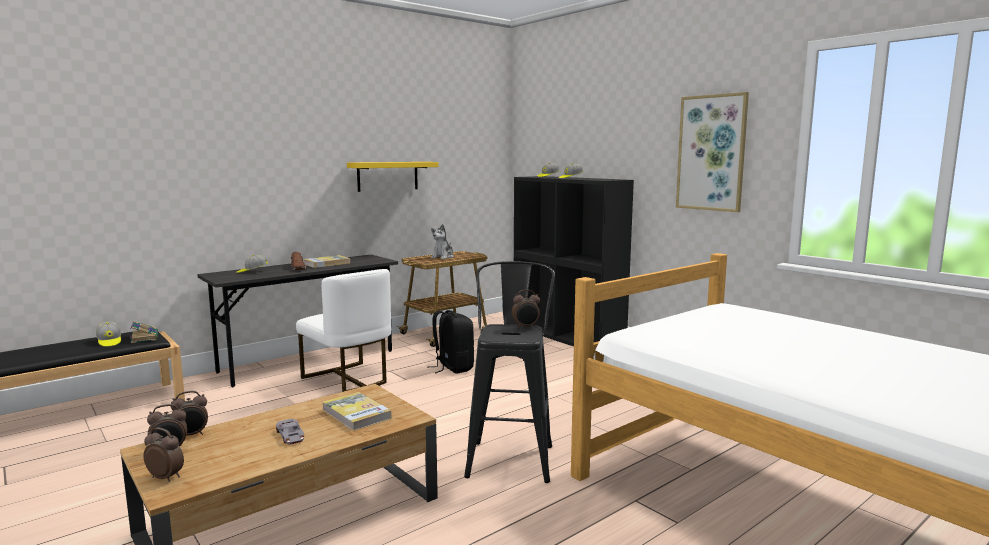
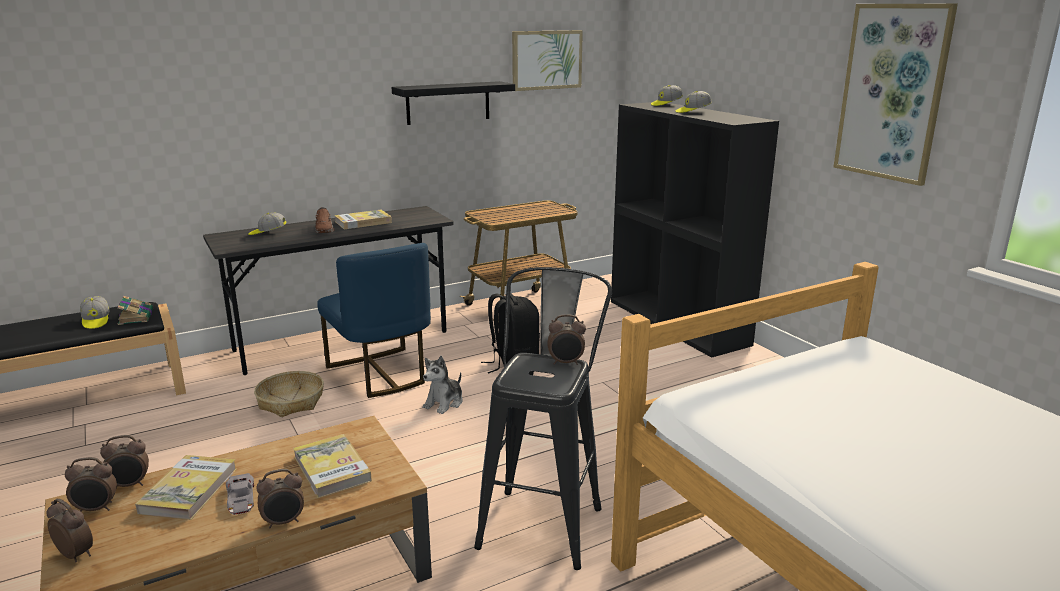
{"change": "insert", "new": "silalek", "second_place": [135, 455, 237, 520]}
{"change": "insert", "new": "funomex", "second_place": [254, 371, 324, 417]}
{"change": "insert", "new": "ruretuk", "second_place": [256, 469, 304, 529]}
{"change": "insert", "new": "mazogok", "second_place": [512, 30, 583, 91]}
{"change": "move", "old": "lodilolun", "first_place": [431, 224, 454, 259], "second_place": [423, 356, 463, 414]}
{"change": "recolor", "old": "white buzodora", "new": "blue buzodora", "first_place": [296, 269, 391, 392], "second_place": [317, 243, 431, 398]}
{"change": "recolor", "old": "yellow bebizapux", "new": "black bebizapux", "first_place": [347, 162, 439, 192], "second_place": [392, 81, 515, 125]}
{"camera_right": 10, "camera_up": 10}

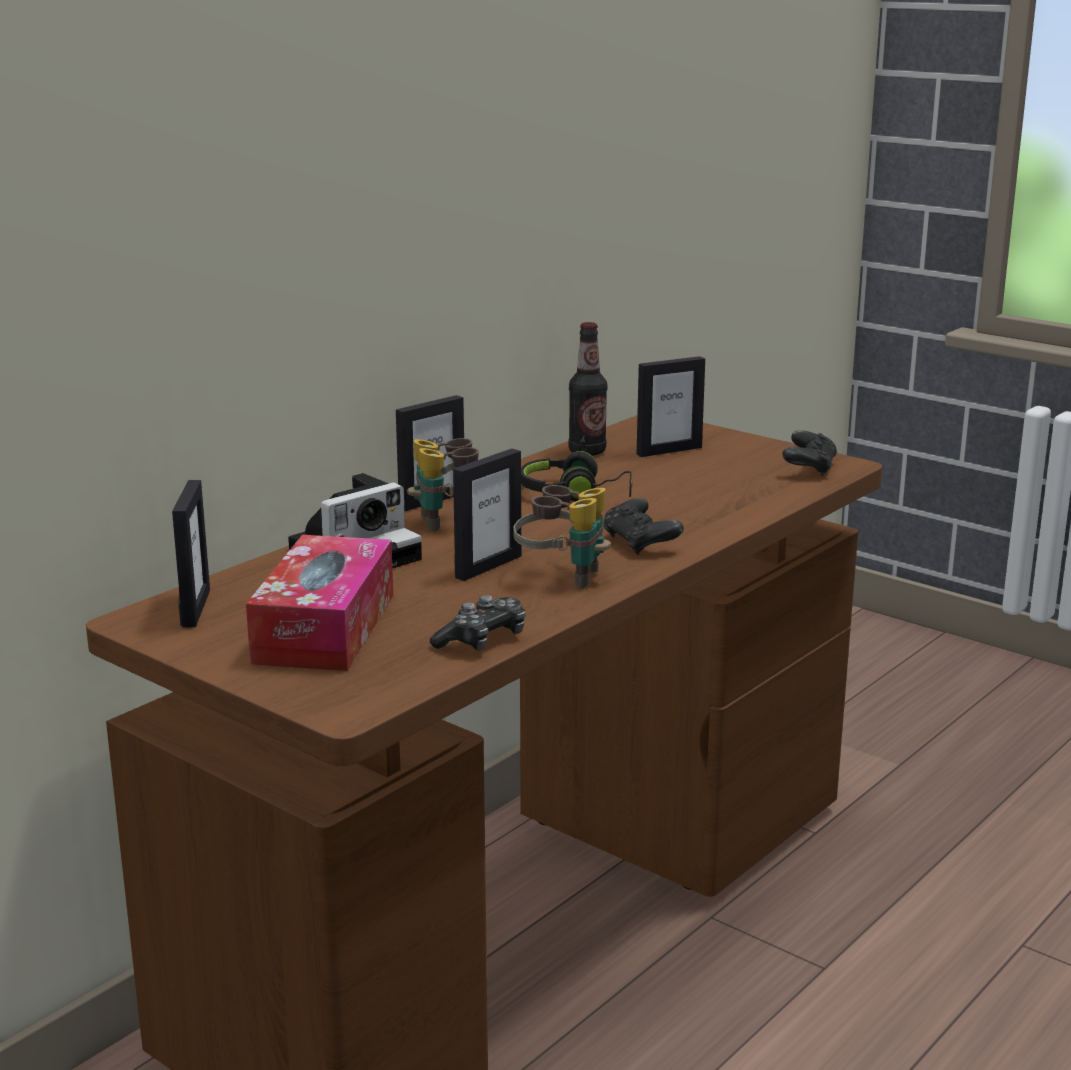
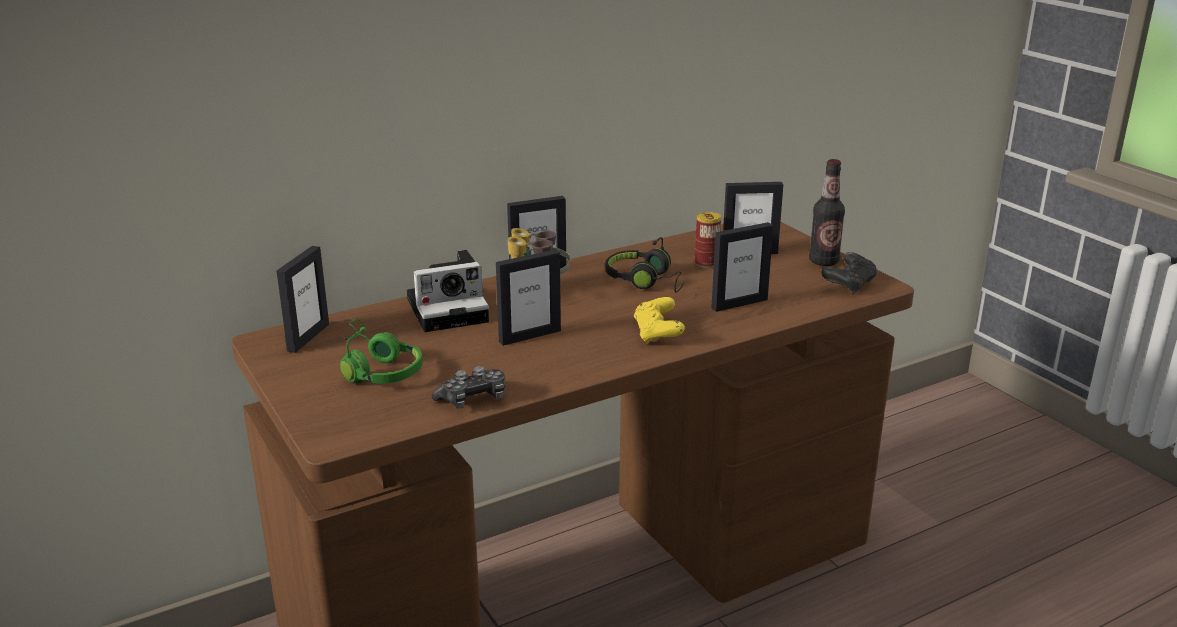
{"change": "delete", "old": "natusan", "first_place": [514, 485, 611, 589]}
{"change": "insert", "new": "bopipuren", "second_place": [695, 212, 721, 268]}
{"change": "insert", "new": "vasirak", "second_place": [711, 222, 773, 312]}
{"change": "move", "old": "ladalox", "first_place": [568, 322, 607, 456], "second_place": [809, 159, 845, 266]}
{"change": "replace", "old": "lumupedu", "new": "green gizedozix", "first_place": [246, 535, 393, 671], "second_place": [340, 319, 423, 384]}
{"change": "recolor", "old": "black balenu", "new": "yellow balenu", "first_place": [603, 498, 684, 555], "second_place": [634, 297, 685, 344]}
{"camera_right": 20, "camera_up": 5}

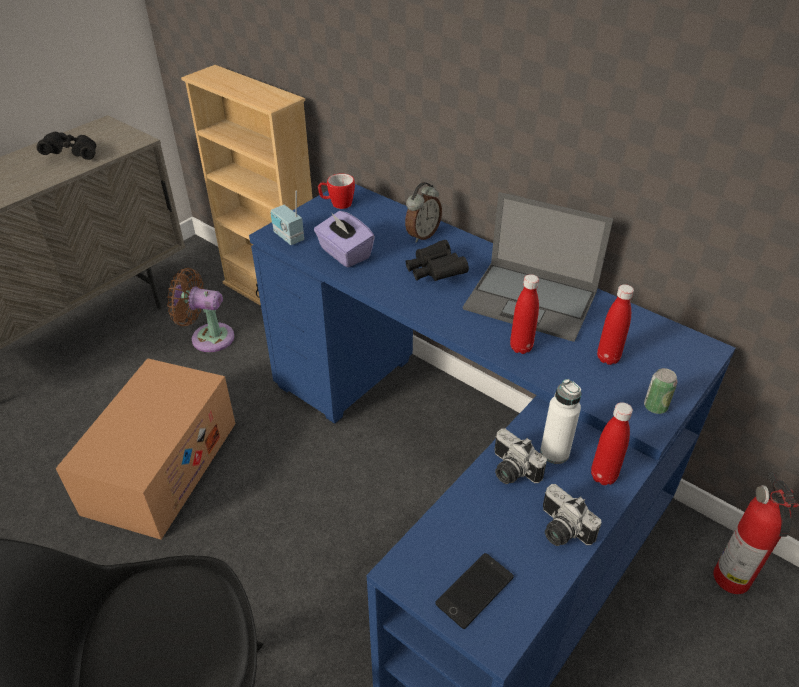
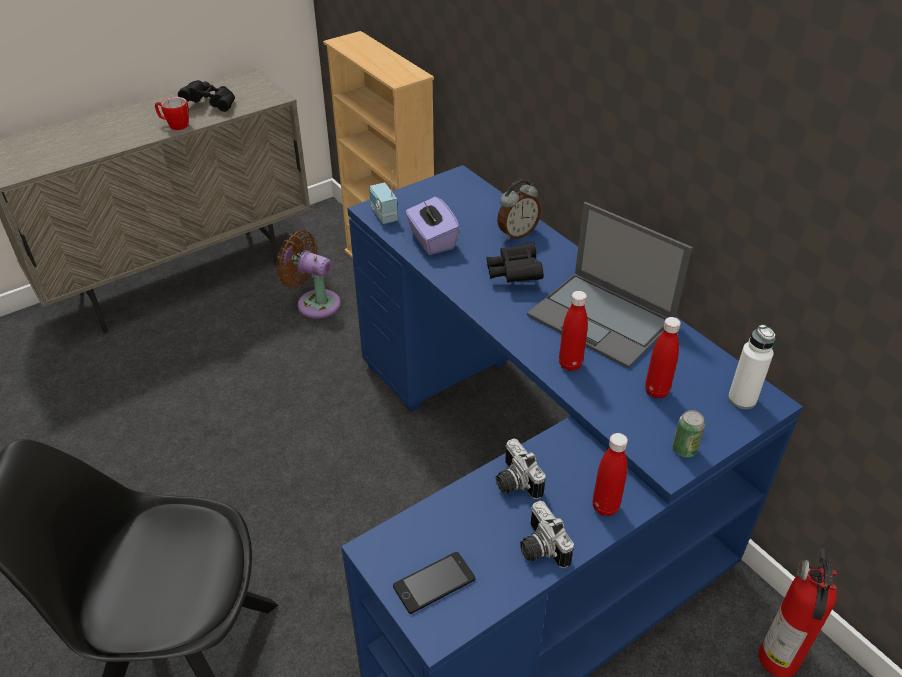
{"change": "delete", "old": "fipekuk", "first_place": [55, 358, 235, 540]}
{"change": "move", "old": "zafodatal", "first_place": [318, 173, 355, 209], "second_place": [155, 97, 189, 130]}
{"change": "move", "old": "white ladalox", "first_place": [540, 379, 581, 464], "second_place": [728, 325, 776, 409]}
{"camera_right": 15, "camera_up": 0}

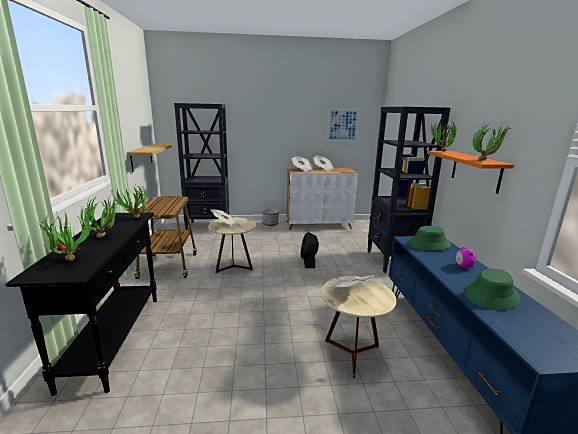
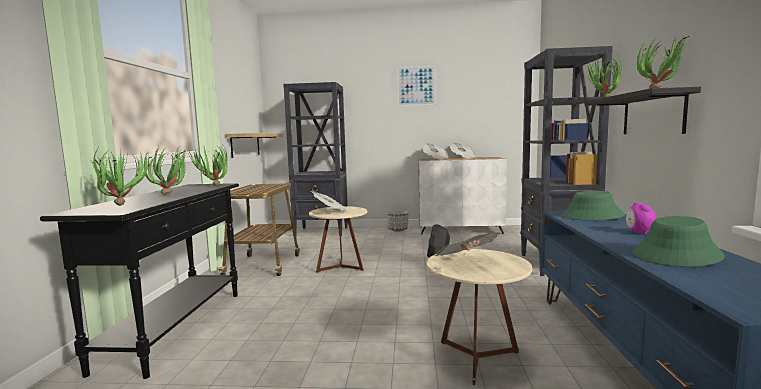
{"change": "move", "old": "mazogok", "first_place": [327, 109, 360, 141], "second_place": [397, 65, 436, 106]}
{"change": "recolor", "old": "orange bebizapux", "new": "black bebizapux", "first_place": [427, 151, 514, 194], "second_place": [584, 87, 701, 134]}
{"camera_right": 10, "camera_up": -10}

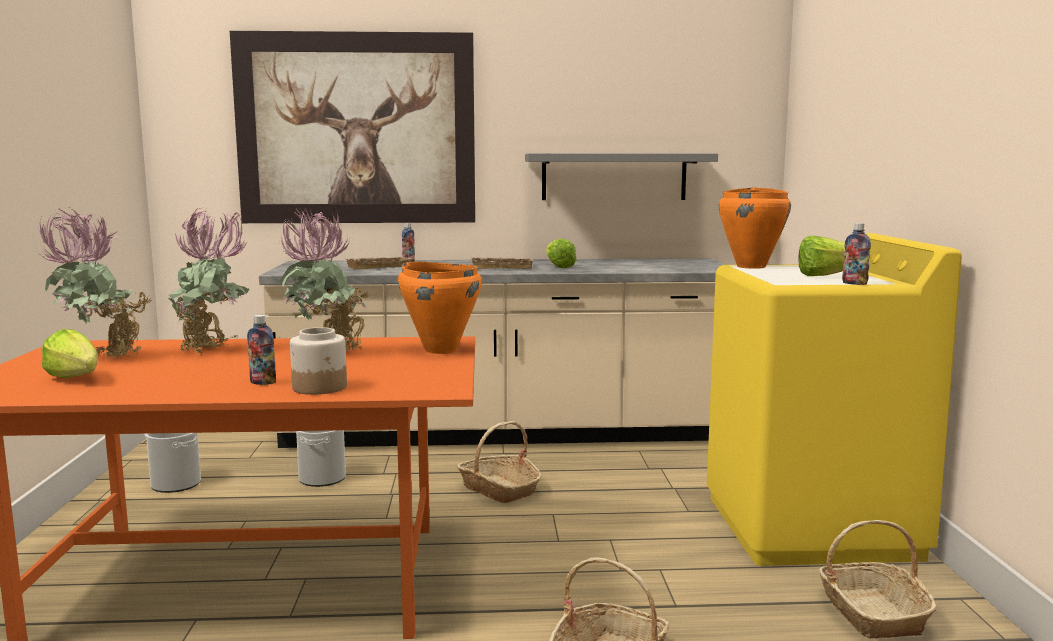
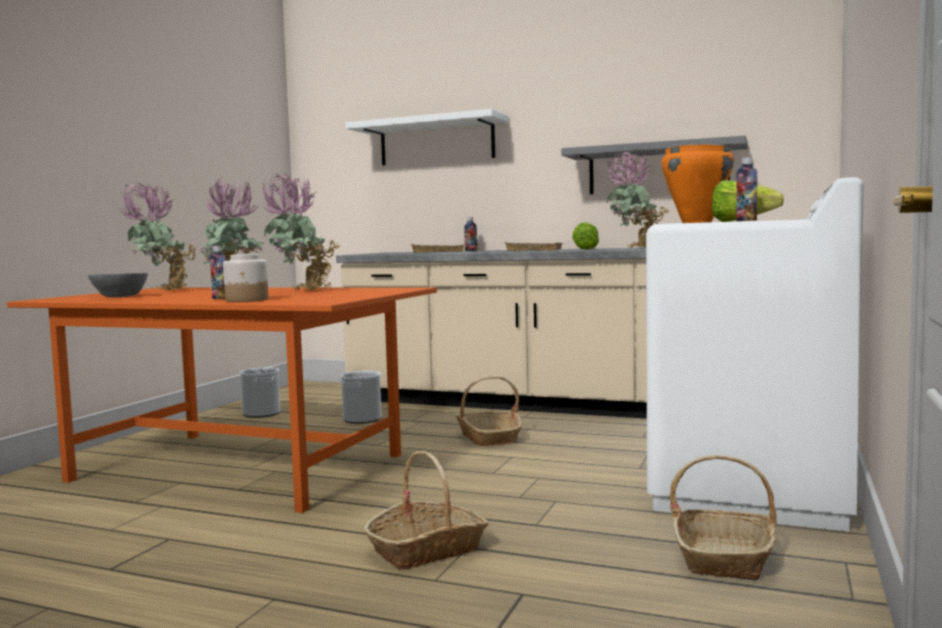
{"change": "delete", "old": "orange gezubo", "first_place": [398, 262, 482, 354]}
{"change": "insert", "new": "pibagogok", "second_place": [606, 151, 669, 248]}
{"change": "replace", "old": "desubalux", "new": "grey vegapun", "first_place": [42, 329, 98, 378], "second_place": [88, 273, 148, 297]}
{"change": "replace", "old": "mazogok", "new": "white bebizapux", "first_place": [230, 31, 475, 223], "second_place": [345, 109, 509, 165]}
{"change": "recolor", "old": "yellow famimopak", "new": "white famimopak", "first_place": [707, 233, 962, 566], "second_place": [646, 177, 864, 531]}
{"camera_right": 25, "camera_up": -5}

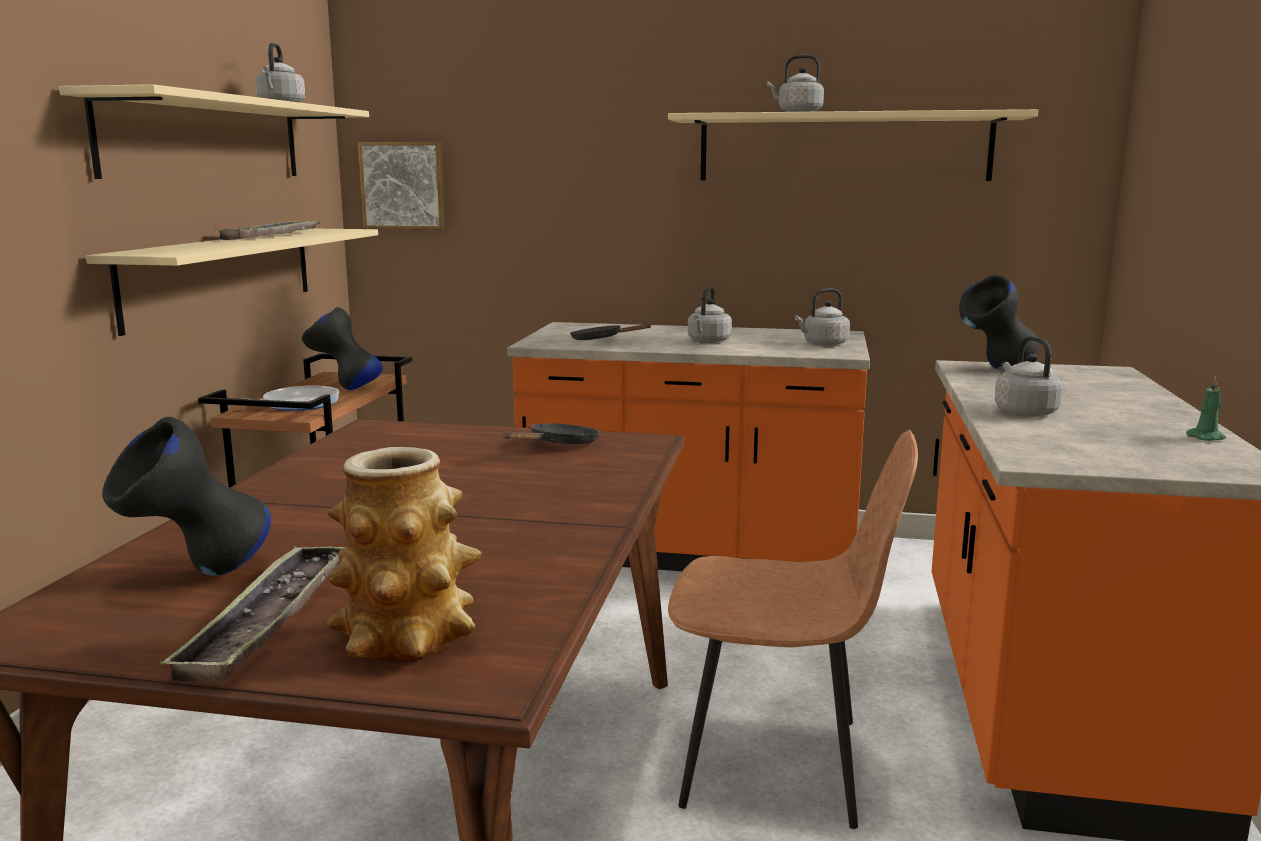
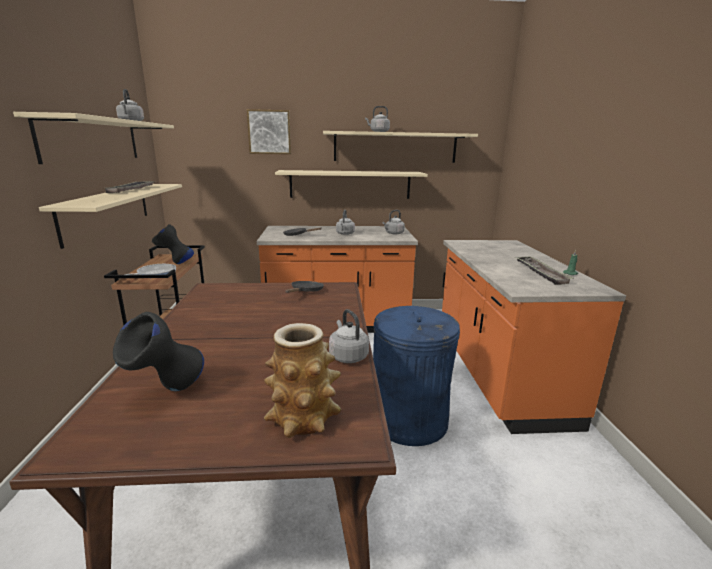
{"change": "delete", "old": "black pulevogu", "first_place": [959, 275, 1039, 370]}
{"change": "insert", "new": "beige bebizapux", "second_place": [275, 170, 428, 199]}
{"change": "move", "old": "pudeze", "first_place": [160, 546, 344, 682], "second_place": [516, 256, 574, 285]}
{"change": "move", "old": "mazogok", "first_place": [358, 142, 446, 230], "second_place": [247, 109, 291, 154]}
{"change": "move", "old": "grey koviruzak", "first_place": [995, 336, 1063, 417], "second_place": [329, 309, 369, 363]}
{"change": "replace", "old": "brown buzodora", "new": "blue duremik", "first_place": [668, 430, 918, 829], "second_place": [373, 306, 460, 446]}
{"camera_right": -15, "camera_up": 5}

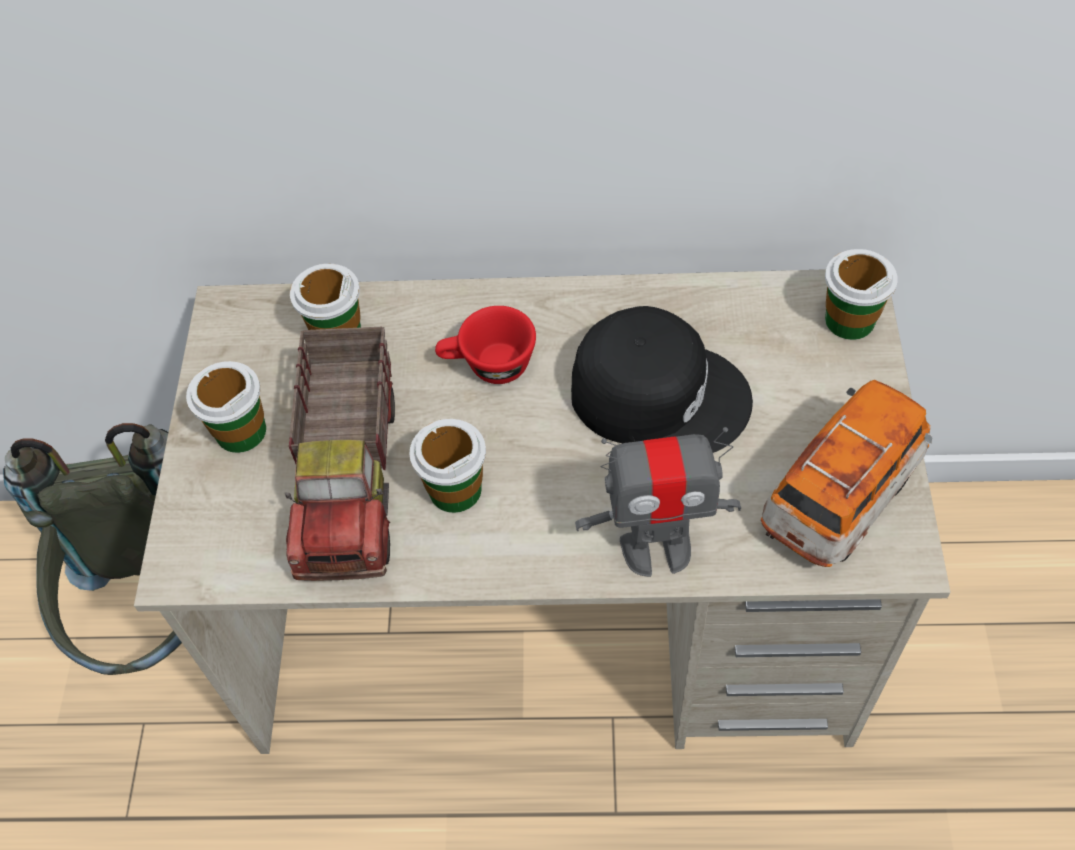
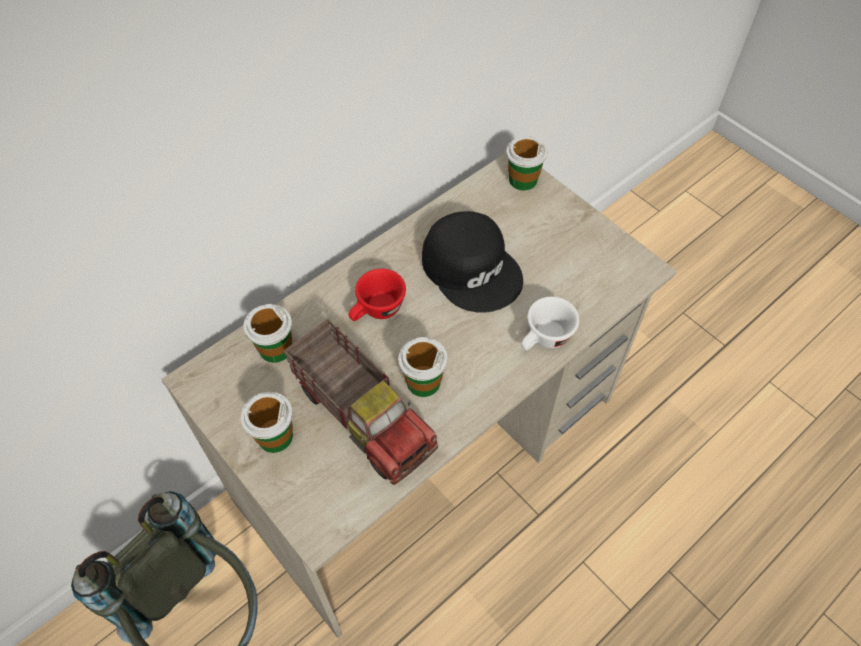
{"change": "delete", "old": "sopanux", "first_place": [761, 380, 932, 567]}
{"change": "replace", "old": "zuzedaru", "new": "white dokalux", "first_place": [575, 427, 741, 577], "second_place": [521, 297, 579, 350]}
{"change": "rotate", "old": "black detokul", "first_place": [571, 306, 753, 453], "second_place": [422, 211, 523, 313], "degrees": 75}
{"camera_right": -45, "camera_up": 0}

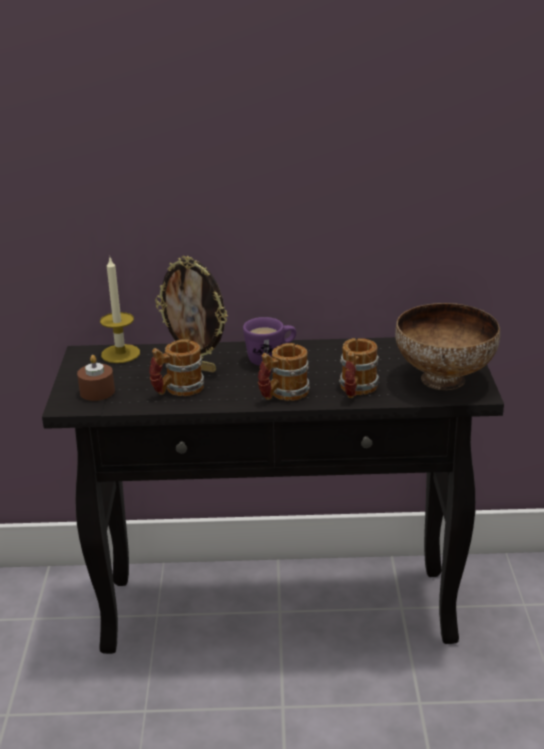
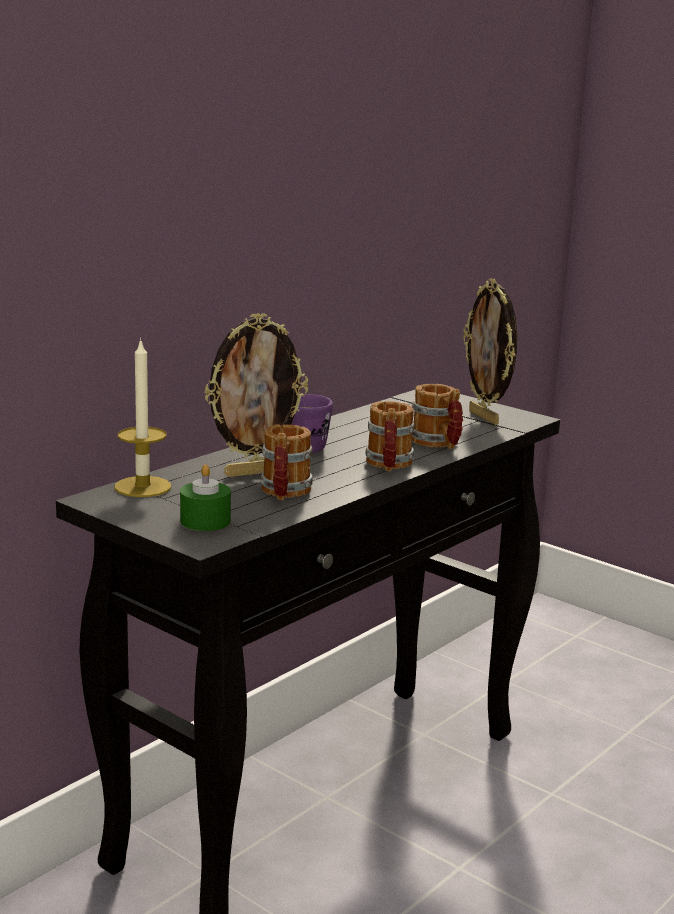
{"change": "replace", "old": "vegapun", "new": "vasirak", "first_place": [395, 303, 500, 390], "second_place": [463, 278, 517, 425]}
{"change": "recolor", "old": "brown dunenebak", "new": "green dunenebak", "first_place": [77, 355, 115, 401], "second_place": [180, 464, 231, 531]}
{"camera_right": -50, "camera_up": -10}

